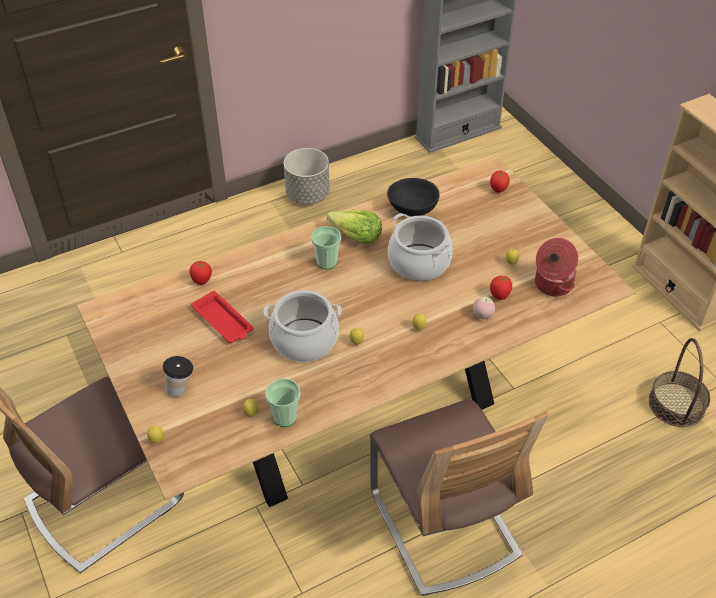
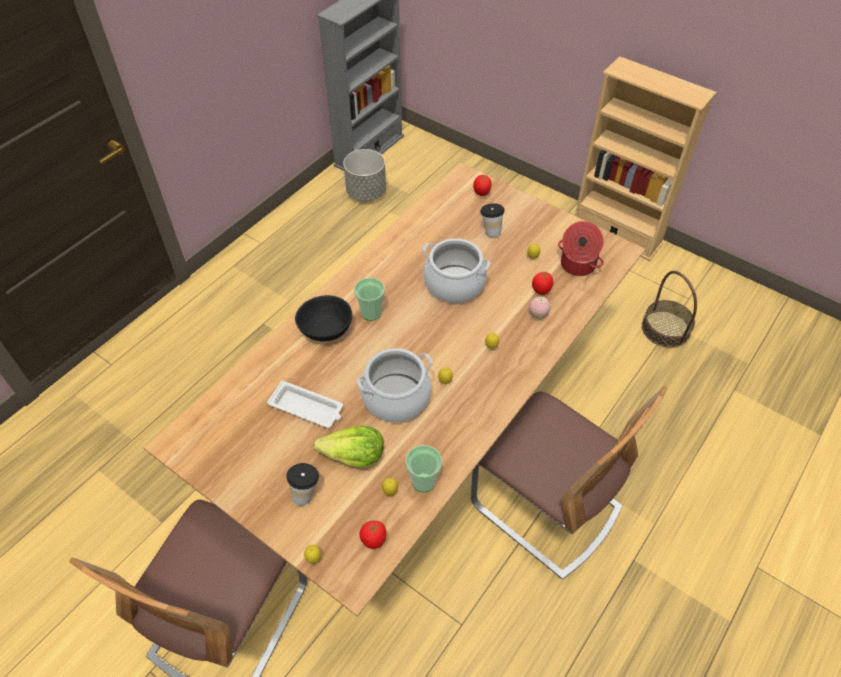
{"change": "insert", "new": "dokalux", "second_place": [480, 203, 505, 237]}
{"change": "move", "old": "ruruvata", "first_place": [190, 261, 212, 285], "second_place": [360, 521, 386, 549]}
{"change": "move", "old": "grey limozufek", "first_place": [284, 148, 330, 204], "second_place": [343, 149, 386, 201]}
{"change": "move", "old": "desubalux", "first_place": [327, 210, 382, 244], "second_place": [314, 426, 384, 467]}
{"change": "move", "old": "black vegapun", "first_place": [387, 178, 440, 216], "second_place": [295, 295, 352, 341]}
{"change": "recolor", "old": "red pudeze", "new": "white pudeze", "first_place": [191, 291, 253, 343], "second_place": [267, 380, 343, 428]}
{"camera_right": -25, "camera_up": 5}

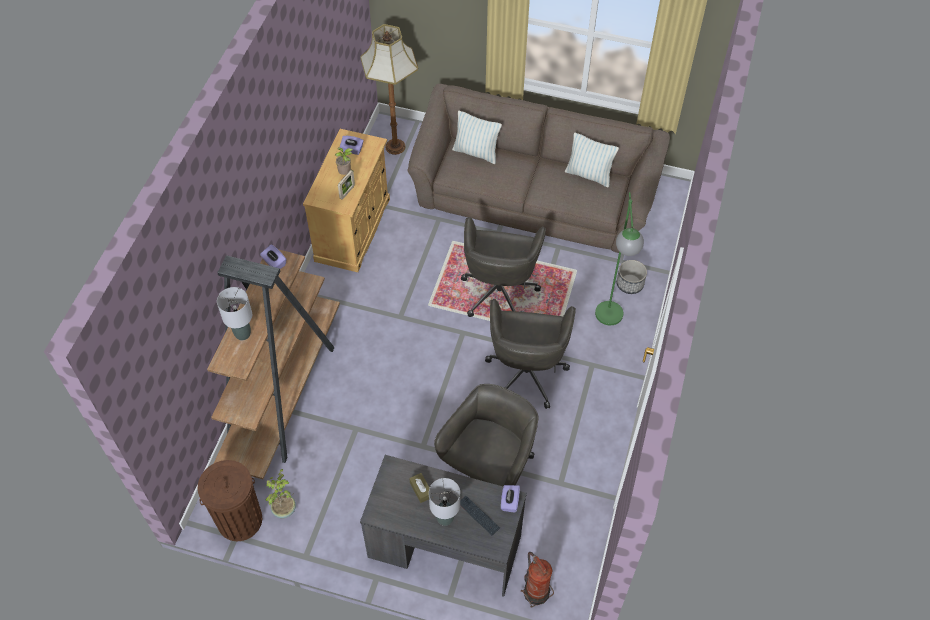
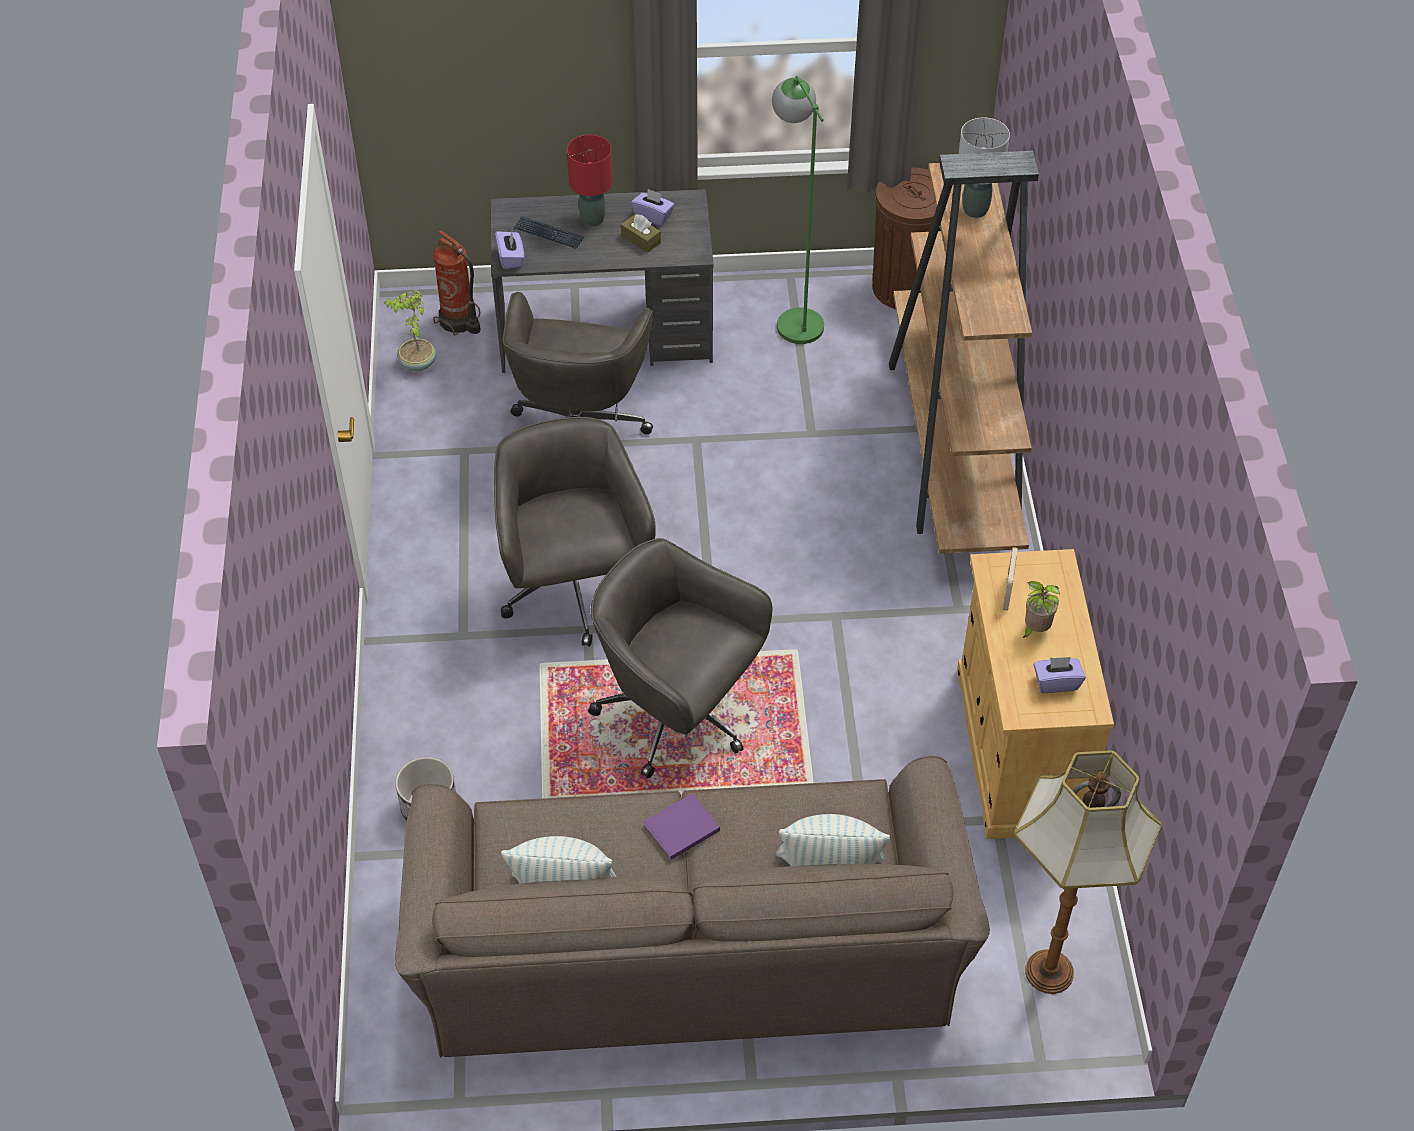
{"change": "insert", "new": "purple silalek", "second_place": [643, 793, 720, 860]}
{"change": "move", "old": "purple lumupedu", "first_place": [260, 244, 286, 269], "second_place": [631, 189, 674, 226]}
{"change": "move", "old": "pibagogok", "first_place": [265, 469, 296, 518], "second_place": [384, 290, 436, 371]}
{"change": "move", "old": "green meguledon", "first_place": [595, 192, 644, 325], "second_place": [772, 76, 824, 344]}
{"change": "recolor", "old": "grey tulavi", "new": "red tulavi", "first_place": [429, 478, 460, 526], "second_place": [567, 135, 613, 227]}
{"change": "rotate", "old": "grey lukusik", "first_place": [461, 217, 546, 317], "second_place": [588, 538, 772, 778], "degrees": -45}
{"camera_right": 160, "camera_up": -5}

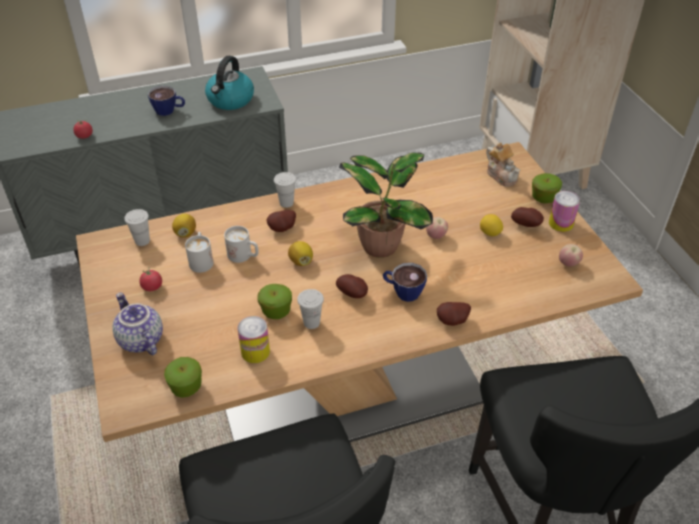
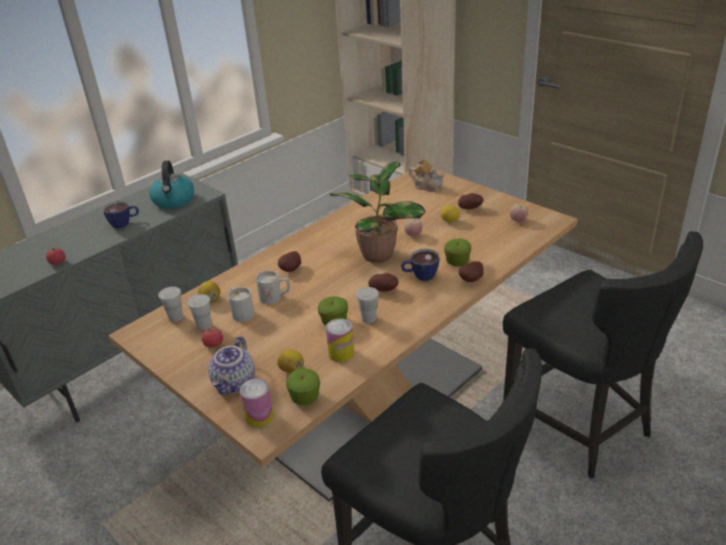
{"change": "move", "old": "white dokalux", "first_place": [274, 172, 296, 208], "second_place": [187, 294, 212, 330]}
{"change": "move", "old": "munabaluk", "first_place": [288, 241, 313, 266], "second_place": [277, 349, 304, 374]}
{"change": "move", "old": "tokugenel", "first_place": [532, 173, 562, 203], "second_place": [444, 239, 471, 267]}
{"change": "move", "old": "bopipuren", "first_place": [549, 191, 580, 232], "second_place": [240, 379, 274, 427]}
{"change": "rotate", "old": "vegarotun", "first_place": [112, 293, 163, 355], "second_place": [208, 336, 255, 395], "degrees": -105}
{"camera_right": -25, "camera_up": -10}

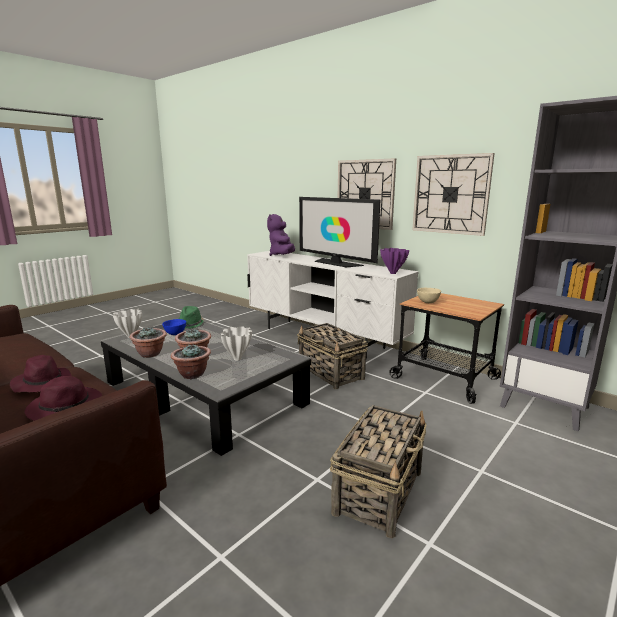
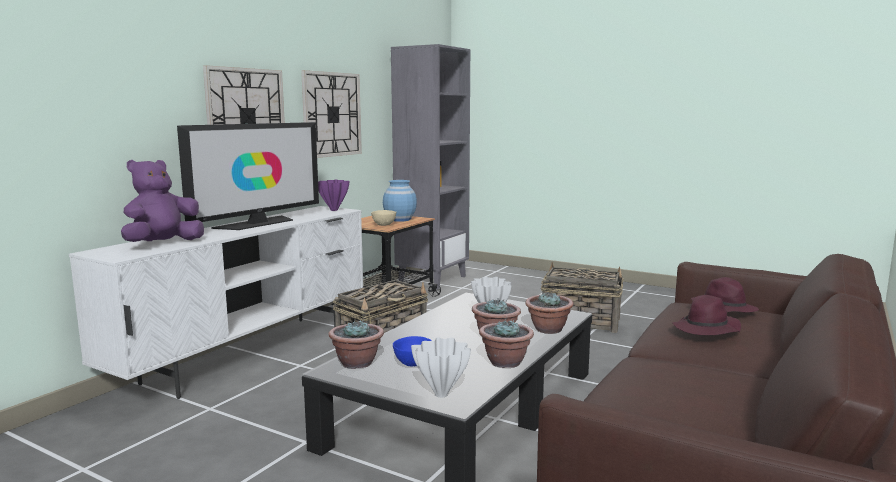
{"change": "insert", "new": "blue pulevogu", "second_place": [383, 180, 417, 222]}
{"change": "replace", "old": "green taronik", "new": "pibagogok", "first_place": [178, 306, 204, 329], "second_place": [329, 320, 384, 369]}
{"change": "rotate", "old": "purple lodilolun", "first_place": [267, 214, 295, 256], "second_place": [121, 160, 204, 242], "degrees": 135}
{"camera_right": -100, "camera_up": -5}

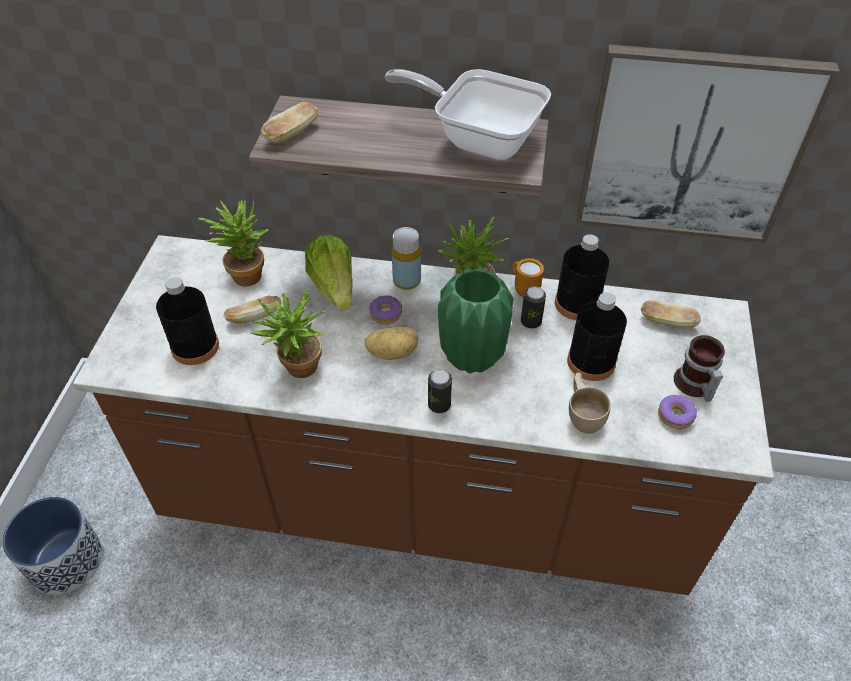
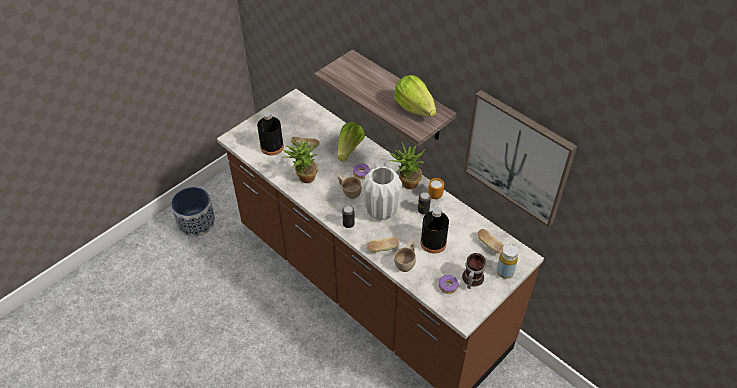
{"change": "delete", "old": "pibagogok", "first_place": [198, 197, 269, 287]}
{"change": "delete", "old": "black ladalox", "first_place": [555, 234, 609, 320]}
{"change": "move", "old": "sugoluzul", "first_place": [261, 102, 319, 143], "second_place": [367, 237, 400, 253]}
{"change": "move", "old": "yellow ladalox", "first_place": [392, 227, 421, 290], "second_place": [497, 244, 519, 279]}
{"change": "replace", "old": "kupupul", "new": "beige dokalux", "first_place": [365, 327, 418, 360], "second_place": [338, 174, 362, 199]}
{"change": "replace", "old": "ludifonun", "new": "desubalux", "first_place": [385, 69, 551, 160], "second_place": [394, 75, 436, 117]}
{"change": "recolor", "old": "green pulevogu", "new": "white pulevogu", "first_place": [438, 268, 514, 374], "second_place": [363, 166, 402, 220]}
{"camera_right": 35, "camera_up": 0}

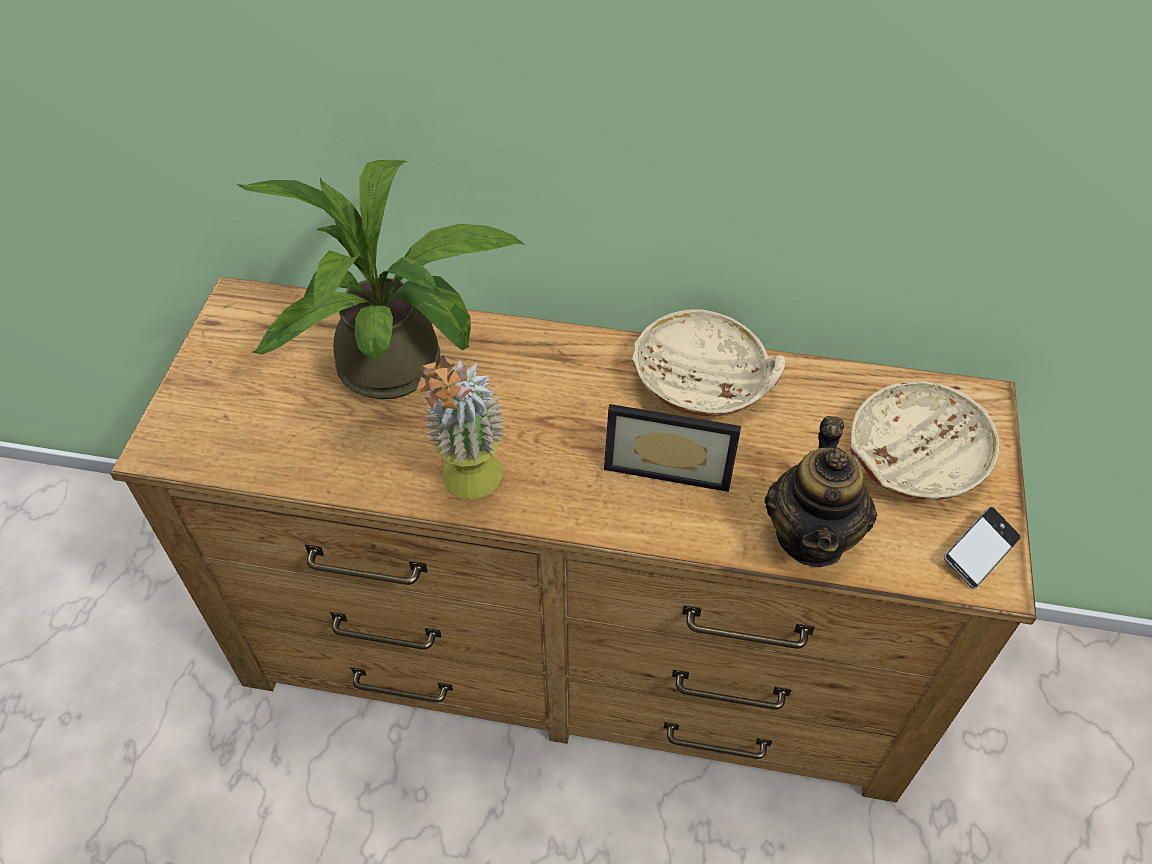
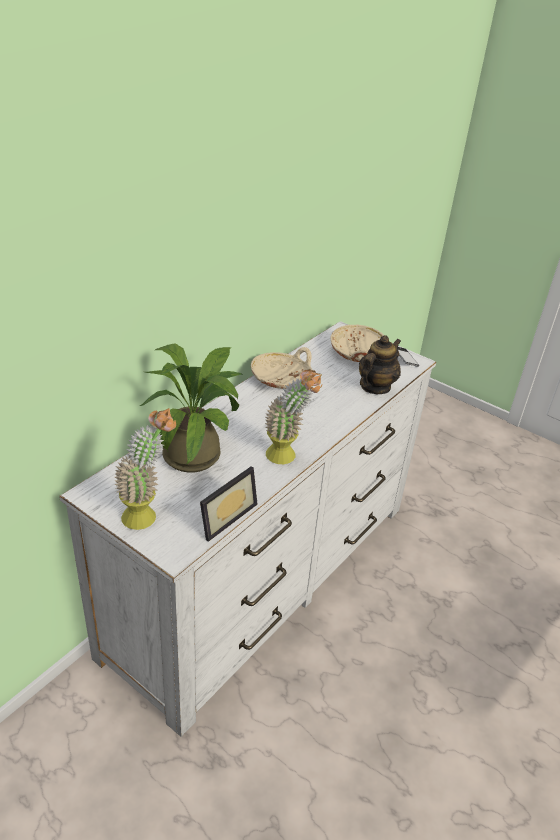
{"change": "insert", "new": "pibagogok", "second_place": [114, 408, 176, 530]}
{"change": "move", "old": "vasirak", "first_place": [604, 404, 741, 492], "second_place": [200, 466, 258, 542]}
{"change": "recolor", "old": "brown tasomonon", "new": "white tasomonon", "first_place": [110, 277, 1036, 802], "second_place": [59, 321, 436, 737]}
{"change": "rotate", "old": "vegarotun", "first_place": [765, 416, 877, 567], "second_place": [359, 335, 401, 394], "degrees": -90}
{"camera_right": -65, "camera_up": -15}

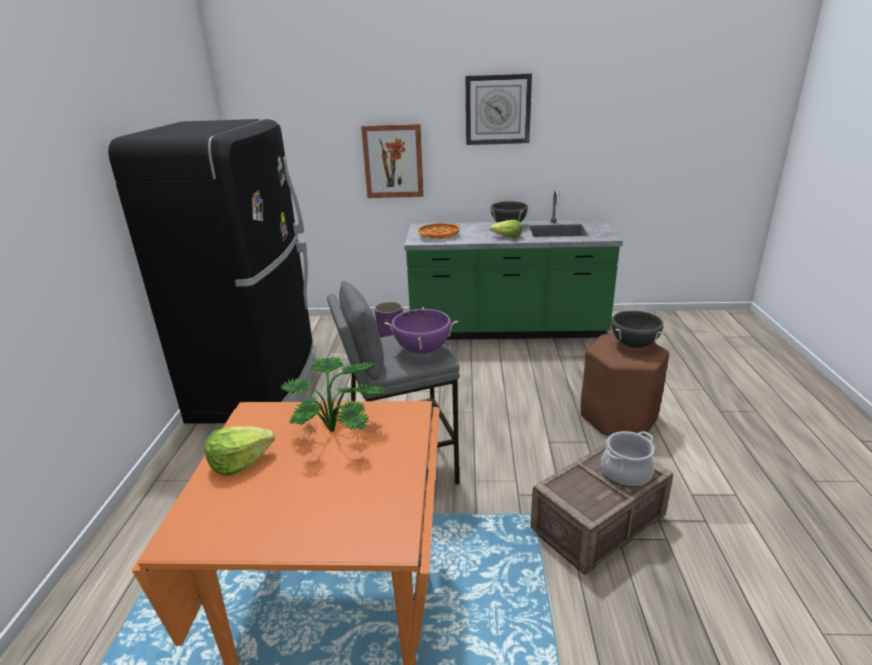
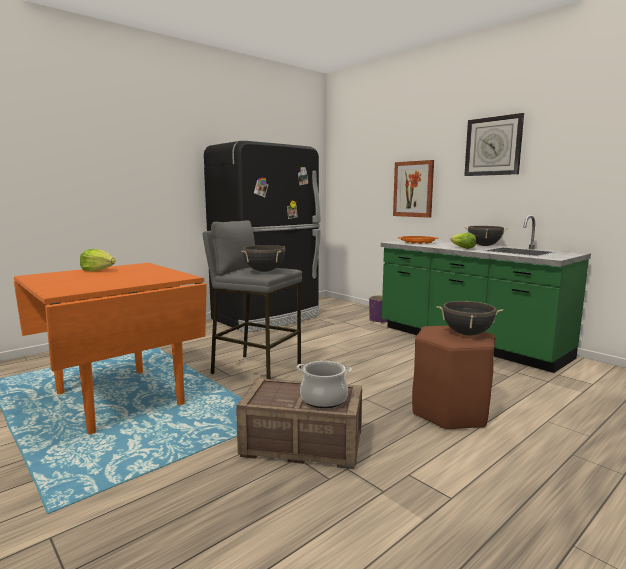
{"change": "delete", "old": "pibagogok", "first_place": [281, 356, 386, 433]}
{"change": "recolor", "old": "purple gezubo", "new": "black gezubo", "first_place": [384, 307, 458, 354], "second_place": [241, 245, 286, 272]}
{"camera_right": 45, "camera_up": -15}

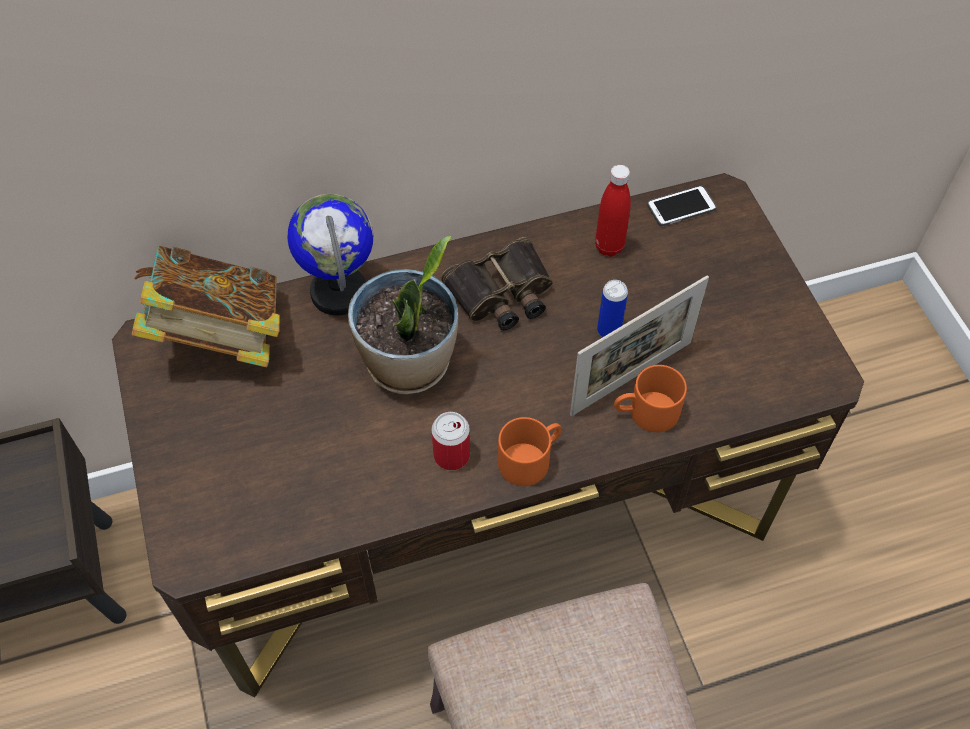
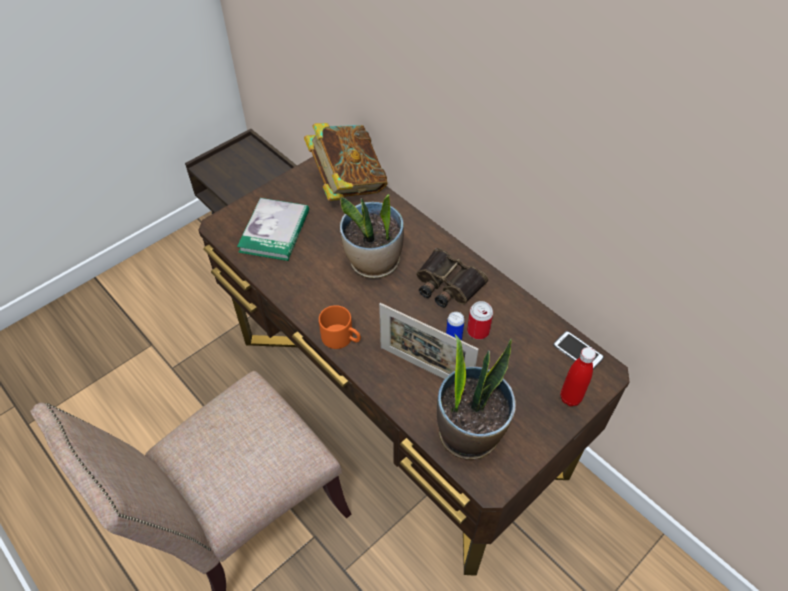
{"change": "delete", "old": "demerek", "first_place": [287, 194, 373, 316]}
{"change": "delete", "old": "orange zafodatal", "first_place": [614, 365, 687, 432]}
{"change": "insert", "new": "silalek", "second_place": [237, 198, 309, 261]}
{"change": "insert", "new": "pibagogok", "second_place": [437, 334, 516, 460]}
{"change": "move", "old": "bopipuren", "first_place": [432, 412, 470, 470], "second_place": [467, 301, 493, 339]}
{"change": "move", "old": "red ladalox", "first_place": [595, 165, 631, 257], "second_place": [560, 347, 596, 406]}
{"camera_right": 65, "camera_up": -5}

